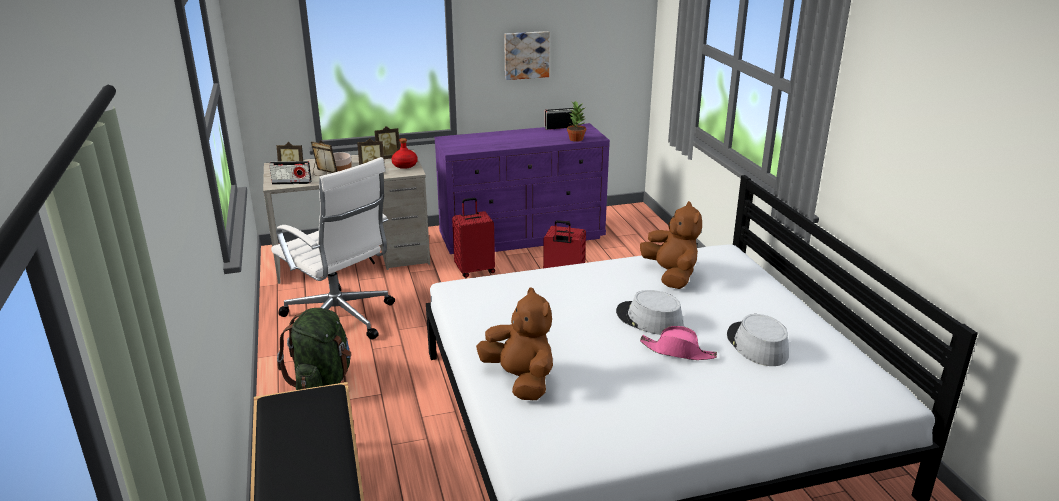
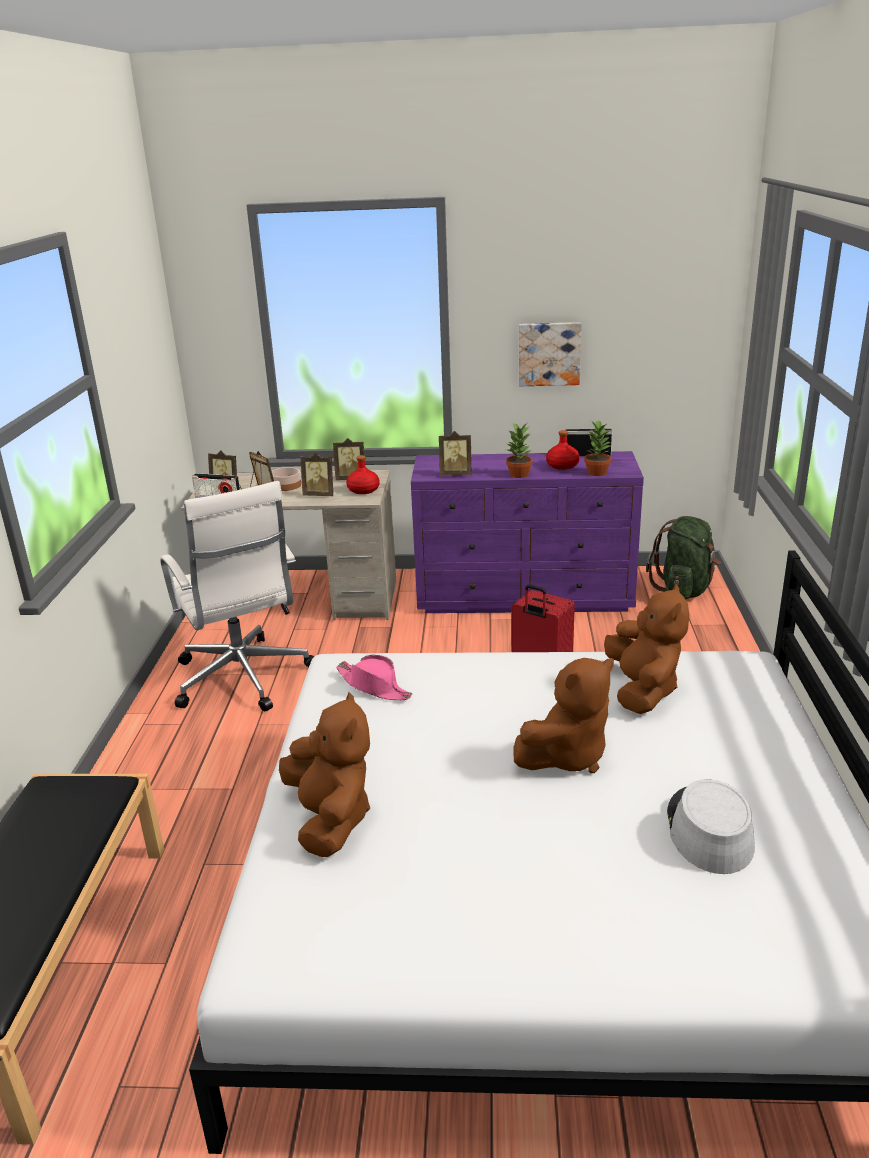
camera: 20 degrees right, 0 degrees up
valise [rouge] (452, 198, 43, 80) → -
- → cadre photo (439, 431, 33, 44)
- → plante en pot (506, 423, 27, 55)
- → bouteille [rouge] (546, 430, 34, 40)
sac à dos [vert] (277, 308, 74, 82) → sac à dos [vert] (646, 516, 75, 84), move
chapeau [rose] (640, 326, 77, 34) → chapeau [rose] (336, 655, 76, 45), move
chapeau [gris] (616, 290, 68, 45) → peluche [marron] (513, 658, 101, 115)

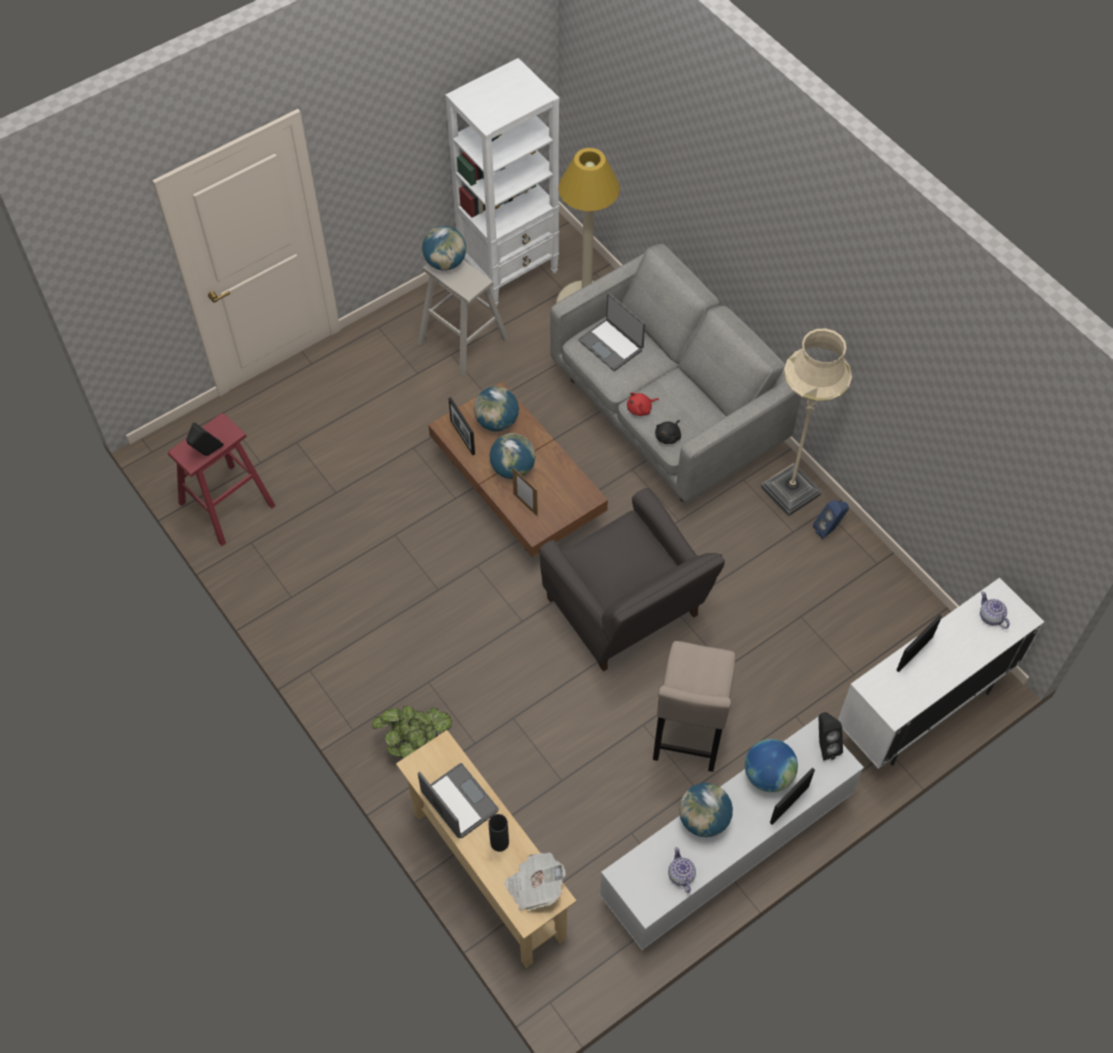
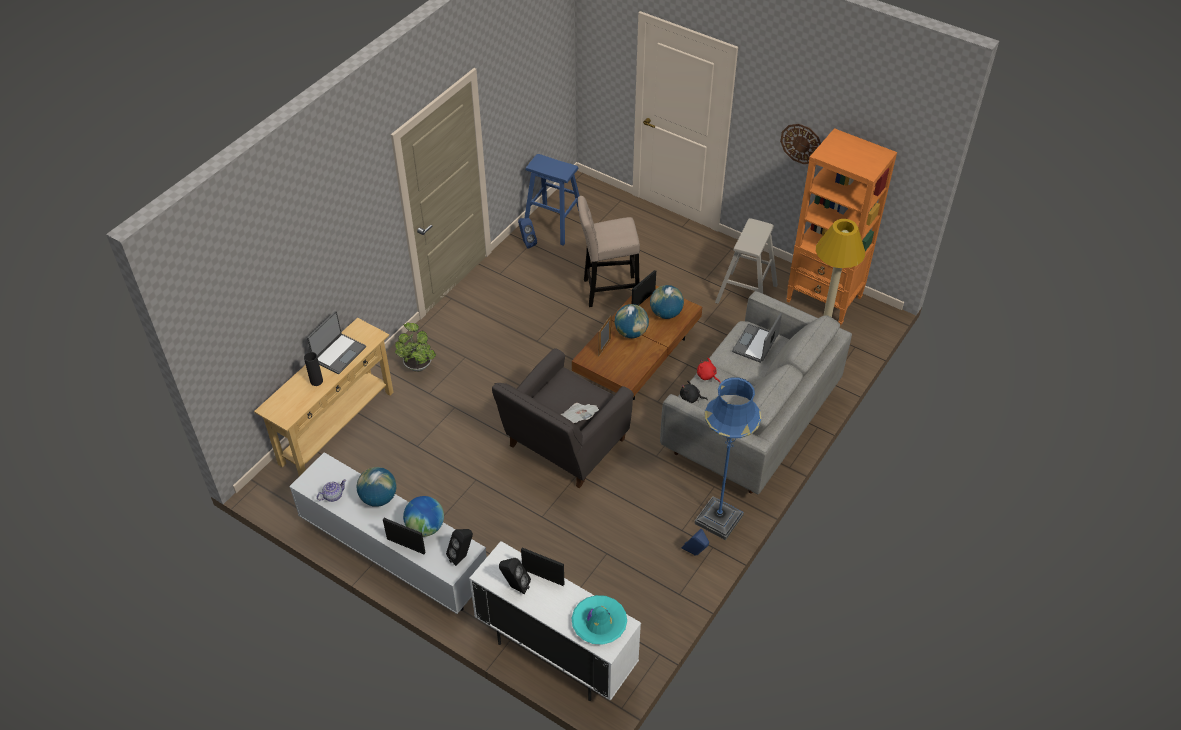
camera: 70 degrees right, 10 degrees down
globe (422, 226, 44, 44) → -
- → enceinte [bleu] (518, 218, 19, 31)
- → horloge murale (780, 124, 41, 40)
enceinte [noir] (186, 423, 38, 33) → enceinte [noir] (499, 558, 32, 36), move
journal (504, 853, 62, 58) → journal (561, 403, 38, 20), move
tabouret [beige] (653, 641, 82, 131) → tabouret [beige] (578, 196, 62, 111), move
théière (980, 592, 30, 37) → chapeau [turquoise] (572, 595, 55, 50)
tabouret [rouge] (168, 413, 108, 133) → tabouret [bleu] (525, 154, 54, 92)
bibliothèque [blanc] (445, 58, 114, 248) → bibliothèque [orange] (786, 128, 111, 197)
lampadaire [beige] (761, 328, 91, 189) → lampadaire [bleu] (694, 377, 67, 163)

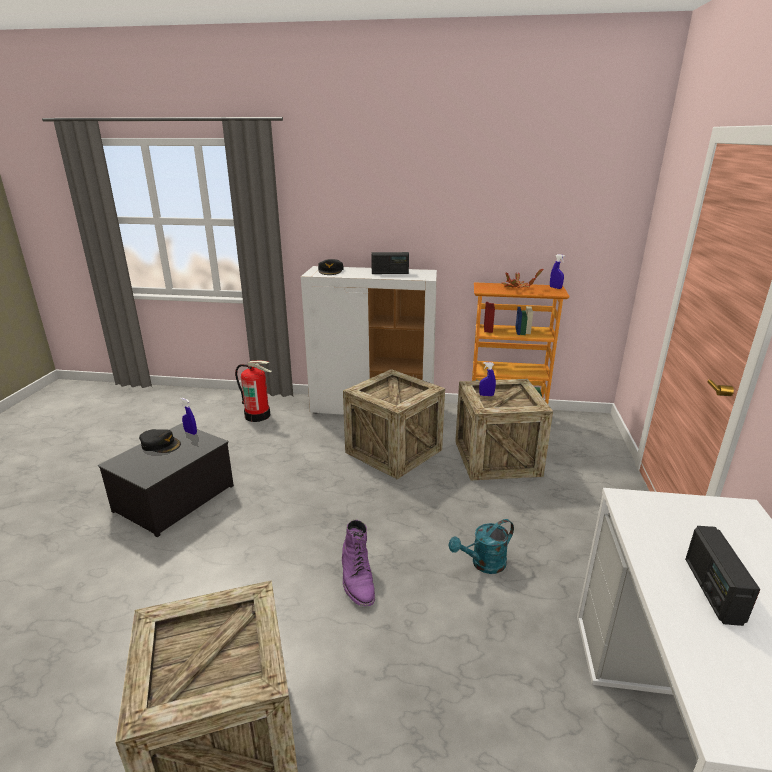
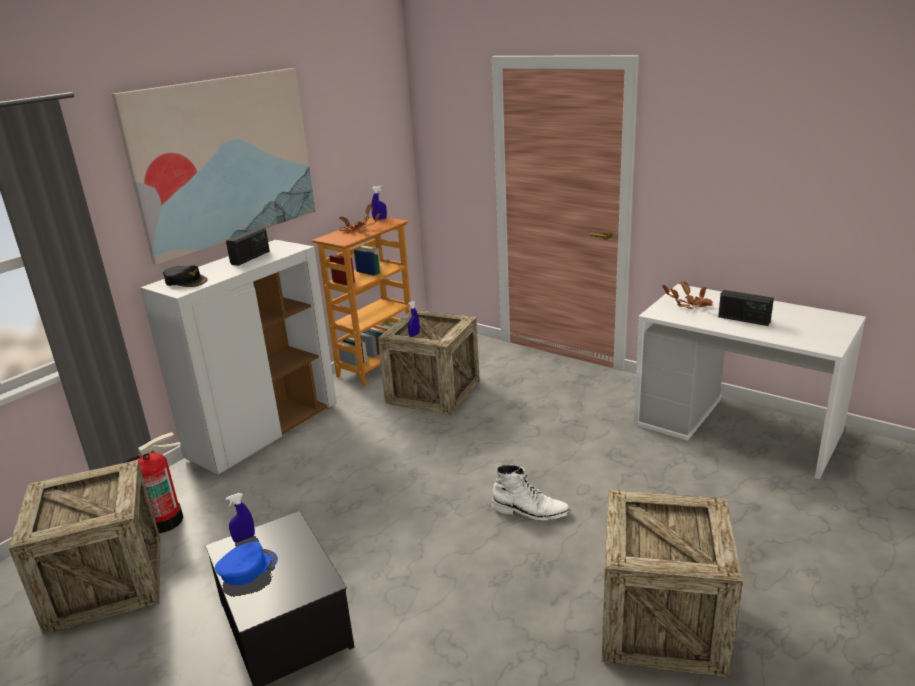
camera: 60 degrees left, 0 degrees up
arrosoir [turquoise] (448, 519, 66, 55) → -
- → tableau (112, 68, 203, 197)
- → plante en pot (662, 282, 51, 27)
caisse (343, 369, 102, 111) → caisse (9, 460, 151, 175), move
casquette [noir] (139, 429, 42, 24) → casquette [bleu] (215, 541, 63, 44)
botte [violet] (342, 520, 33, 86) → botte [blanc] (492, 465, 79, 55)

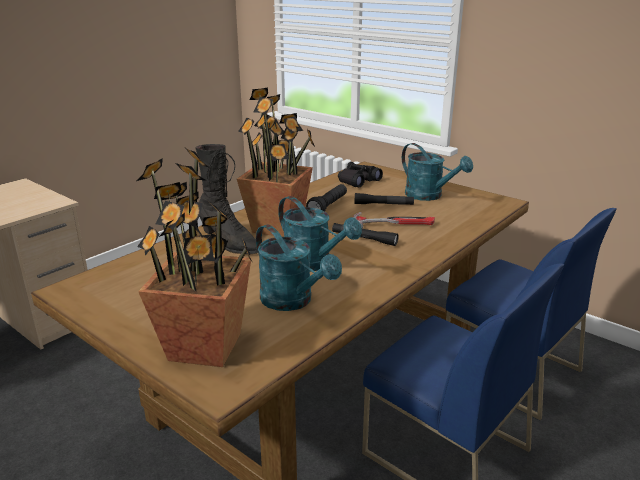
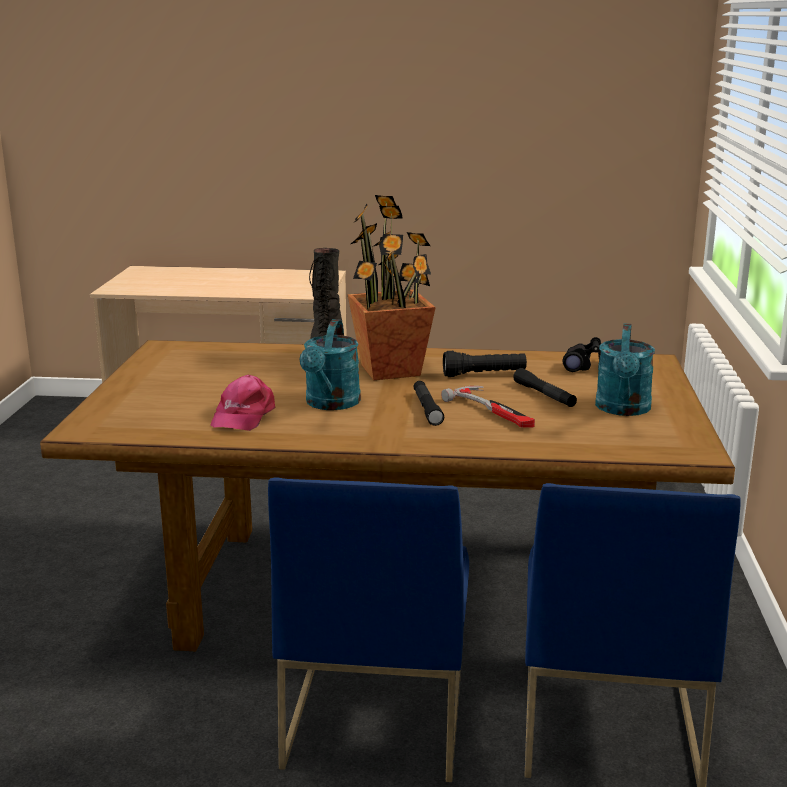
camera: 55 degrees right, 5 degrees down
plante en pot (137, 148, 115, 219) → -
arrosoir [turquoise] (256, 224, 86, 87) → casquette [rose] (210, 375, 65, 56)

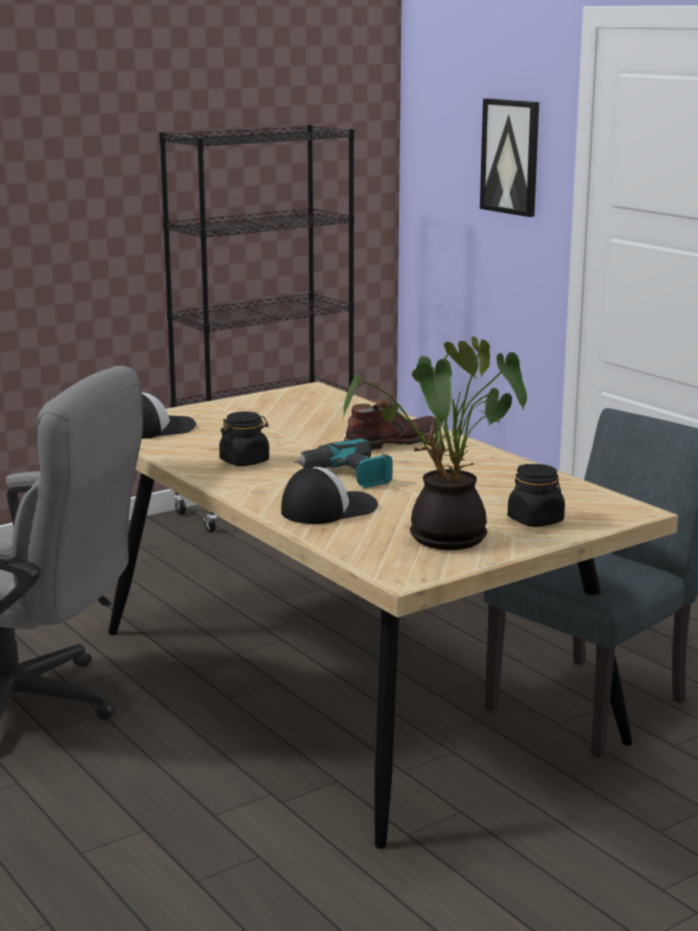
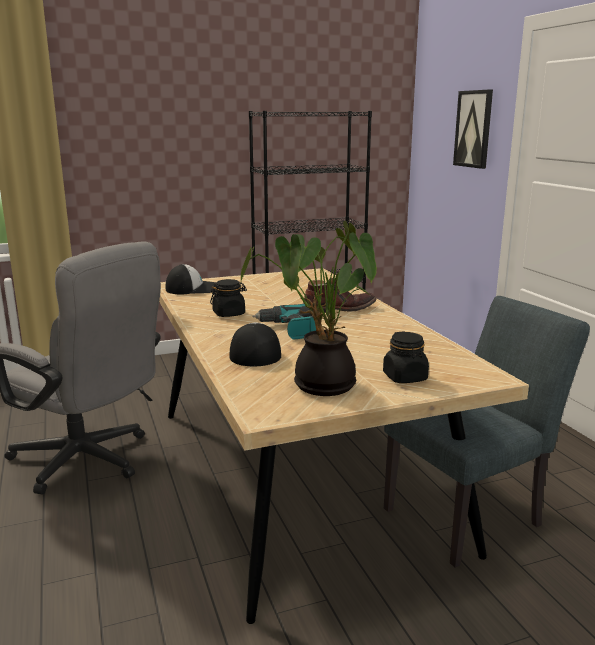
camera: 15 degrees right, 0 degrees up
casquette (281, 467, 97, 57) → casquette (230, 323, 51, 43), 75 degrees counterclockwise

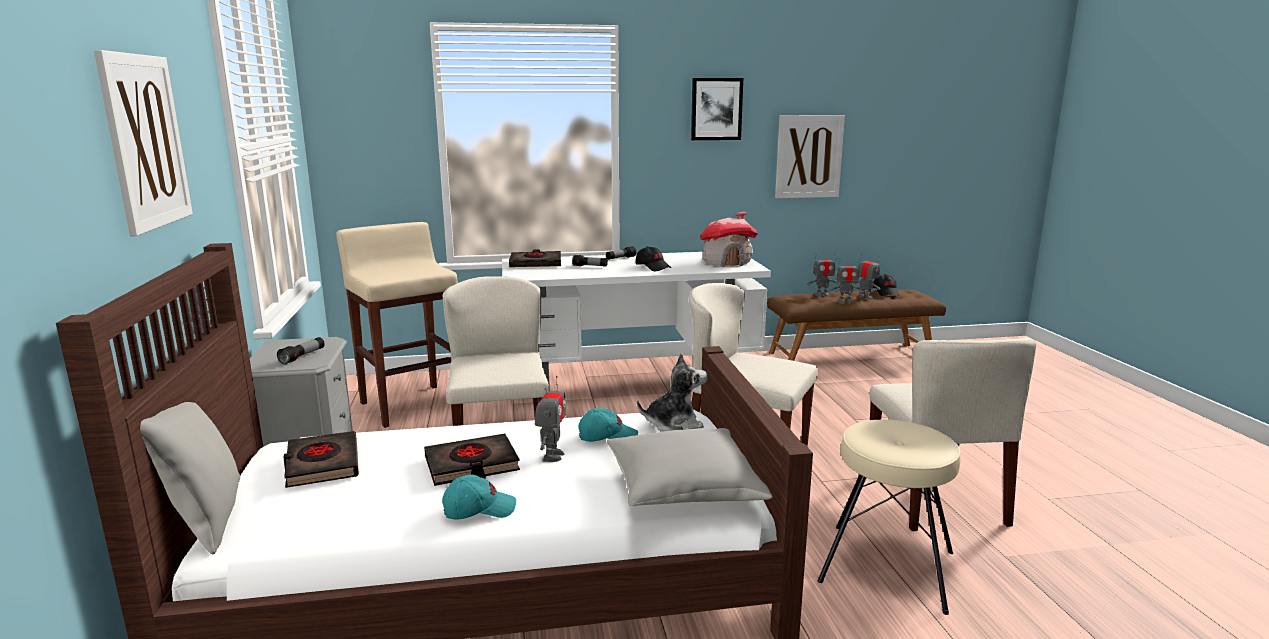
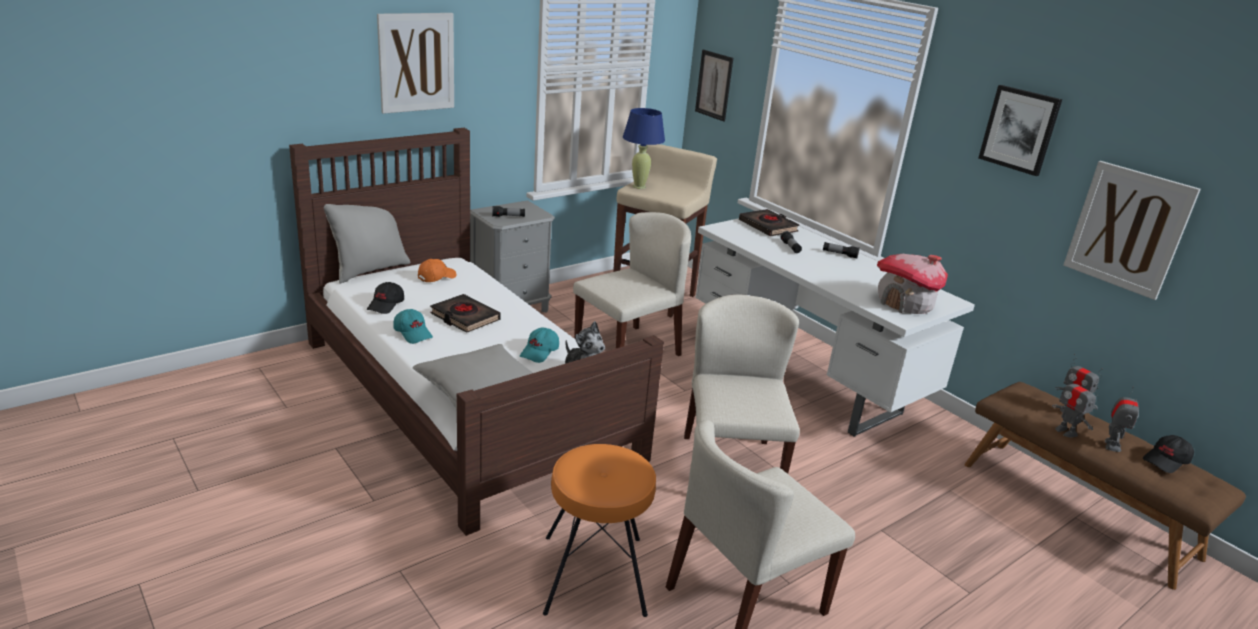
camera: 60 degrees right, 10 degrees up
robot jouet (535, 376, 31, 86) → -
- → lampe de table [bleu] (623, 108, 42, 81)
- → tableau (695, 50, 38, 72)
casquette [noir] (635, 246, 36, 25) → casquette [noir] (367, 282, 37, 32), move
livre [noir] (283, 431, 76, 57) → casquette [orange] (418, 259, 38, 23)
tabouret [beige] (818, 420, 143, 195) → tabouret [orange] (543, 444, 113, 173)
casquette [turquoise] (579, 408, 59, 34) → casquette [turquoise] (520, 328, 39, 35), 60 degrees clockwise

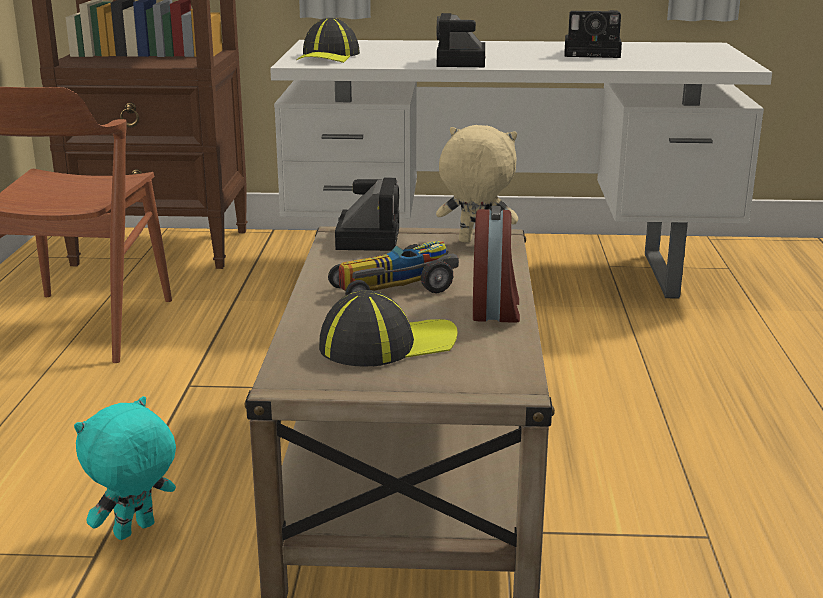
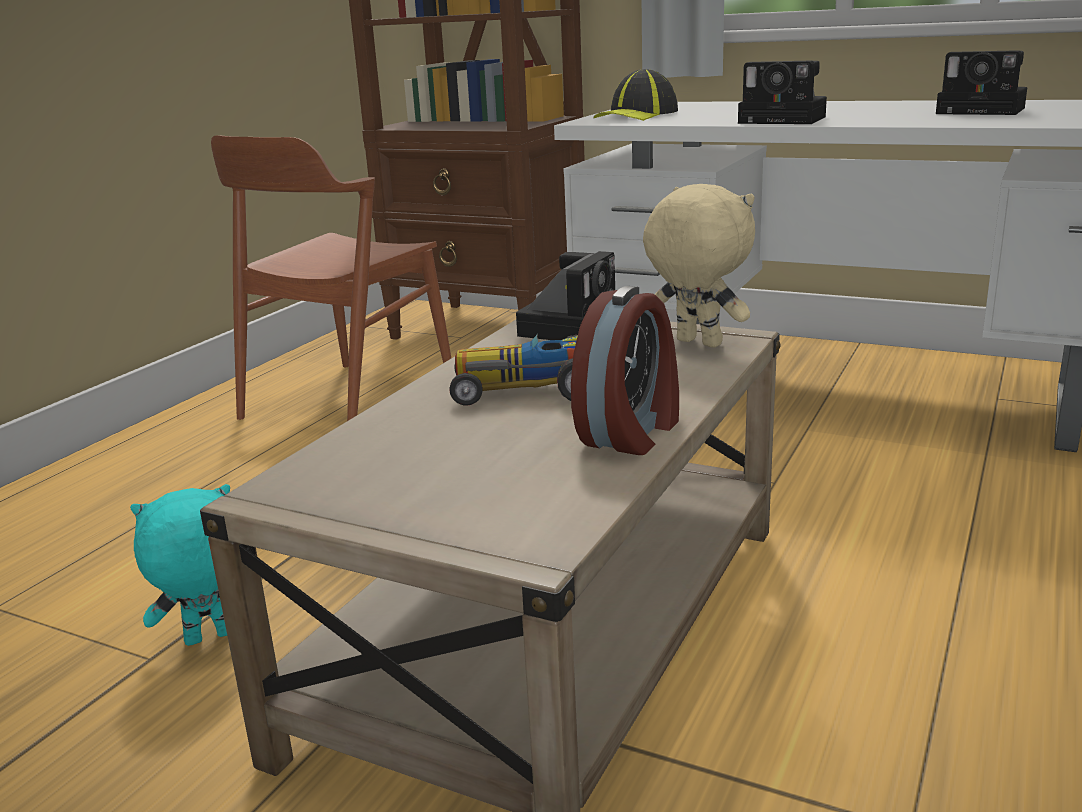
camera: 25 degrees right, 0 degrees up
casquette (319, 290, 139, 77) → -
appareil photo (437, 13, 49, 54) → appareil photo (738, 60, 89, 64), 90 degrees counterclockwise

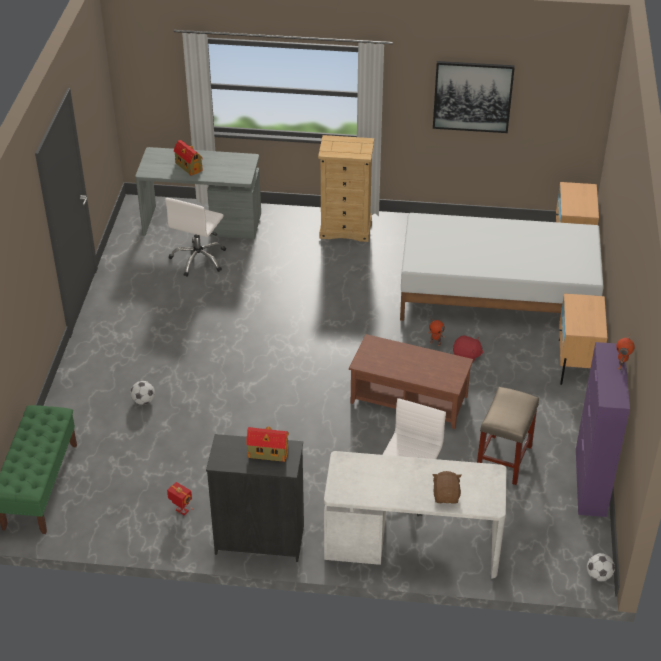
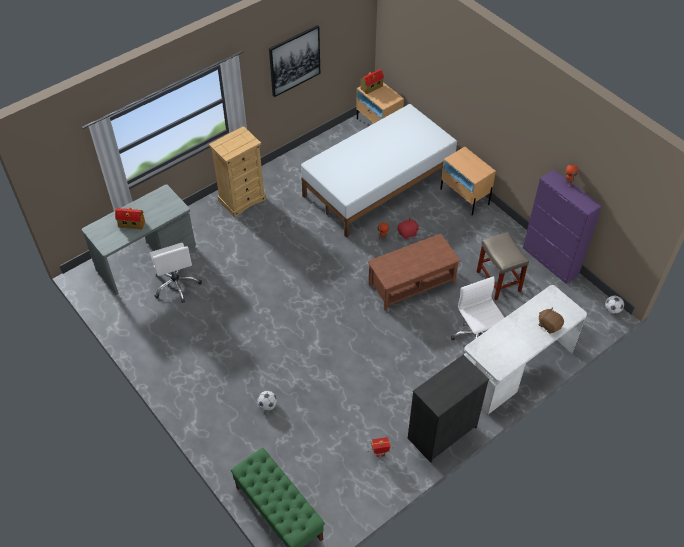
camera: 45 degrees left, 10 degrees up
maison miniature (246, 426, 43, 36) → maison miniature (360, 69, 24, 25), move

